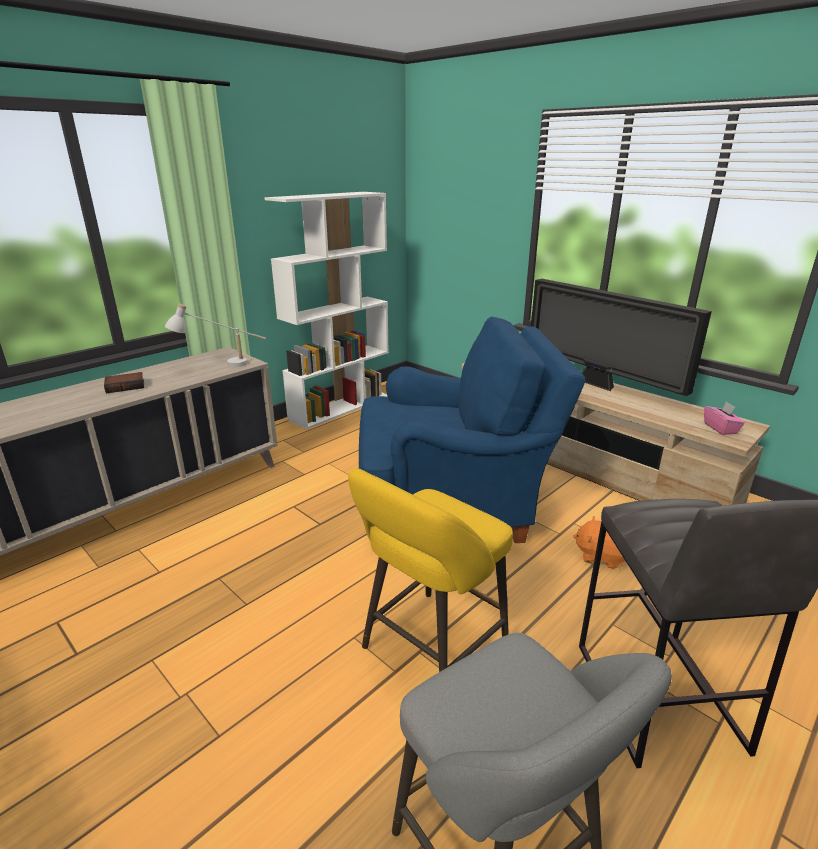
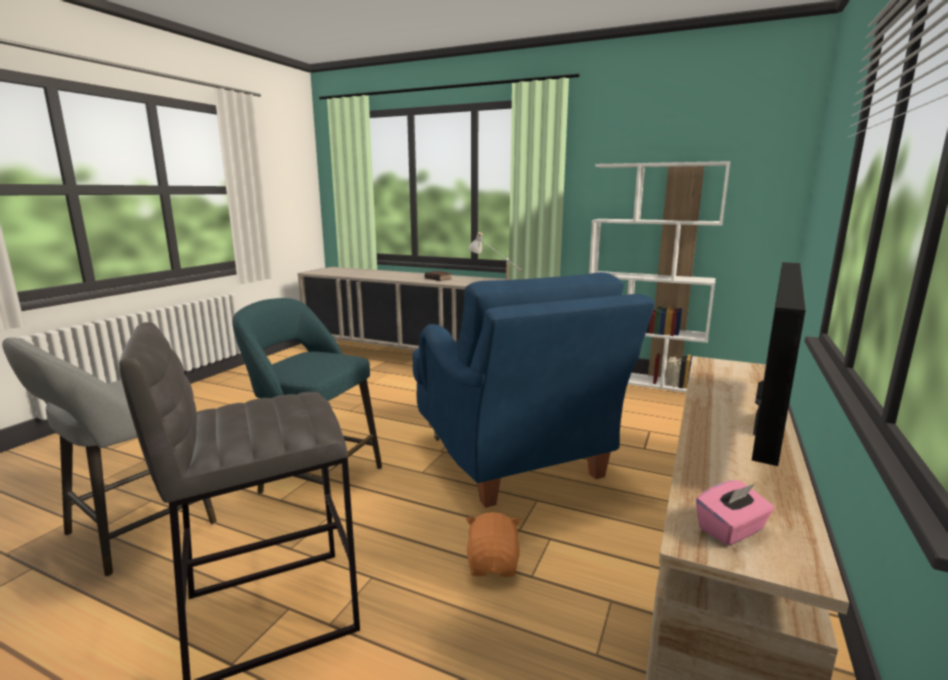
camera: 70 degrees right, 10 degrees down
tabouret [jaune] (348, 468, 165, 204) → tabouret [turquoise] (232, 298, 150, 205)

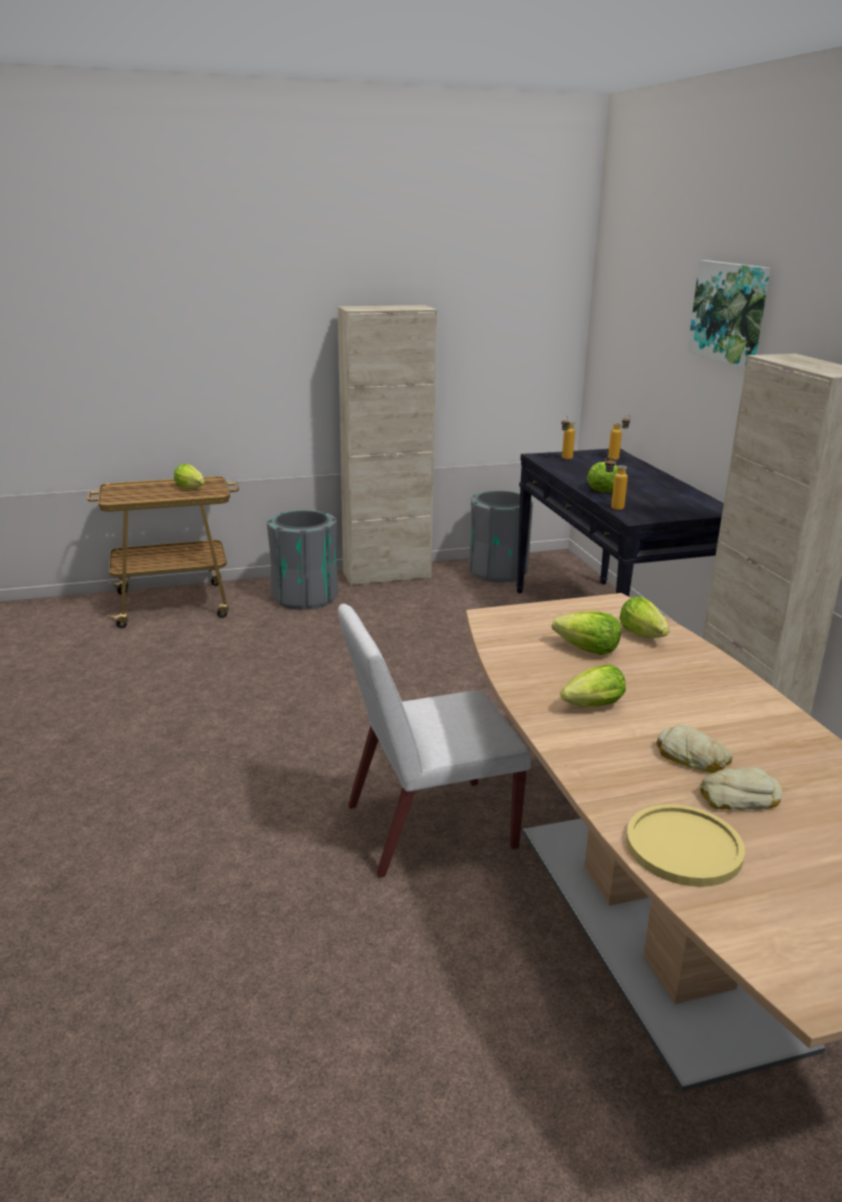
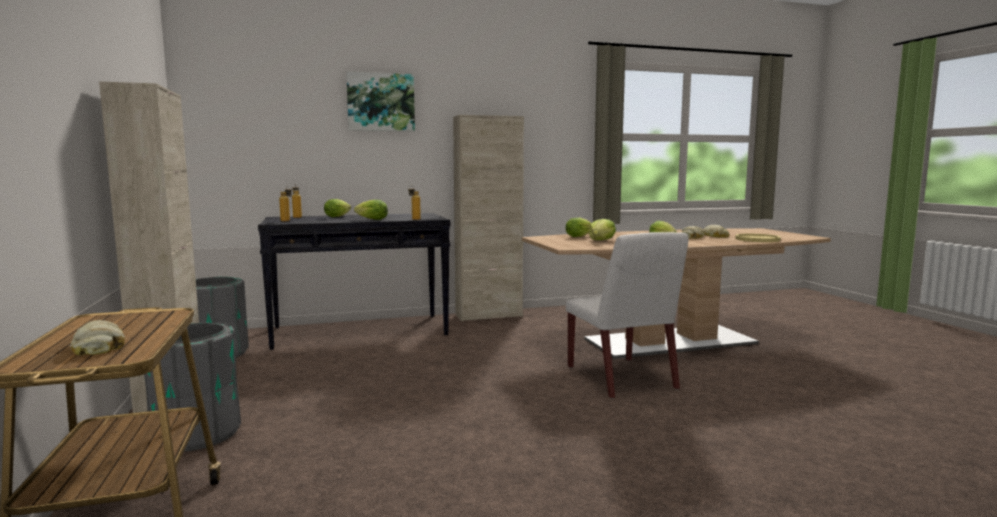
camera: 90 degrees left, 15 degrees down
- → pain (70, 320, 55, 35)
laitue (174, 464, 31, 25) → laitue (324, 199, 27, 18), move

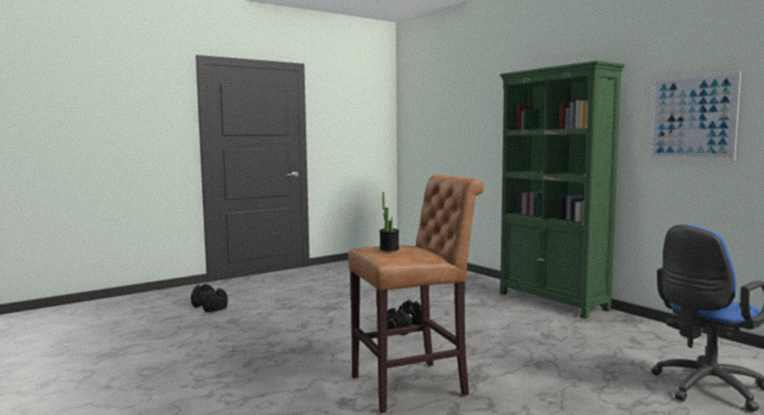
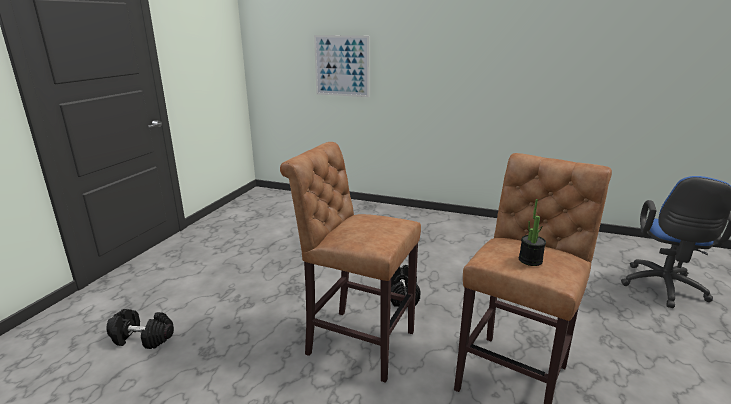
camera: 35 degrees left, 15 degrees up
bibliothèque [vert] (500, 60, 125, 259) → -
- → tabouret [marron] (280, 142, 141, 241)
tableau (650, 71, 91, 89) → tableau (314, 35, 55, 62), move

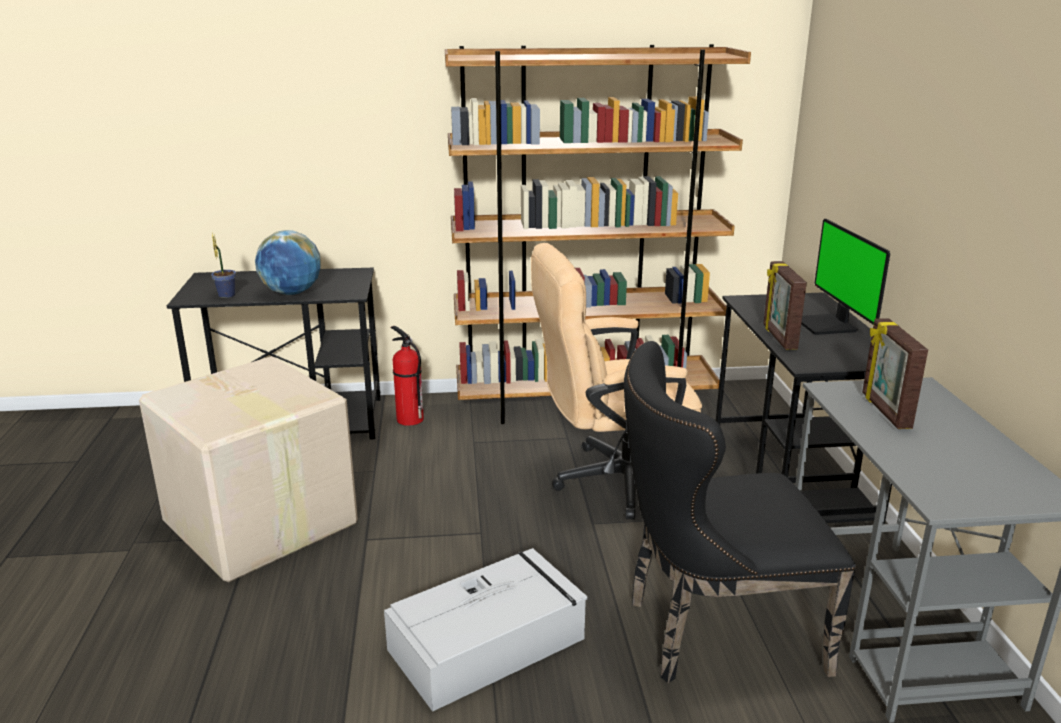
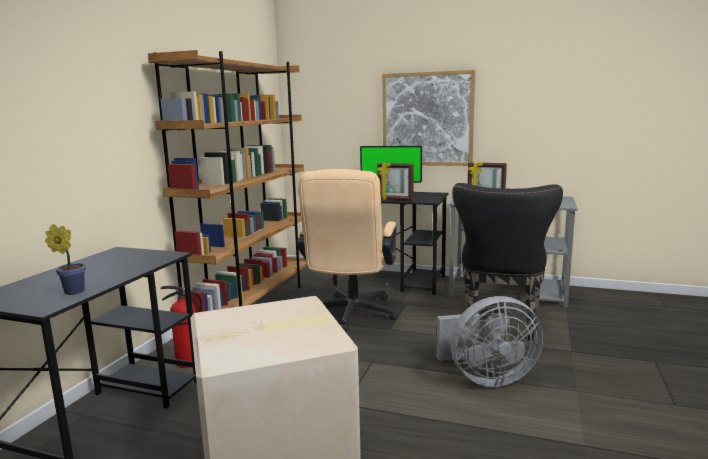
camera: 65 degrees left, 10 degrees down
globe (255, 230, 66, 65) → -
- → tableau (382, 70, 93, 96)
boîte de rangement [gris] (384, 548, 203, 164) → ventilateur [gris] (437, 296, 106, 91)

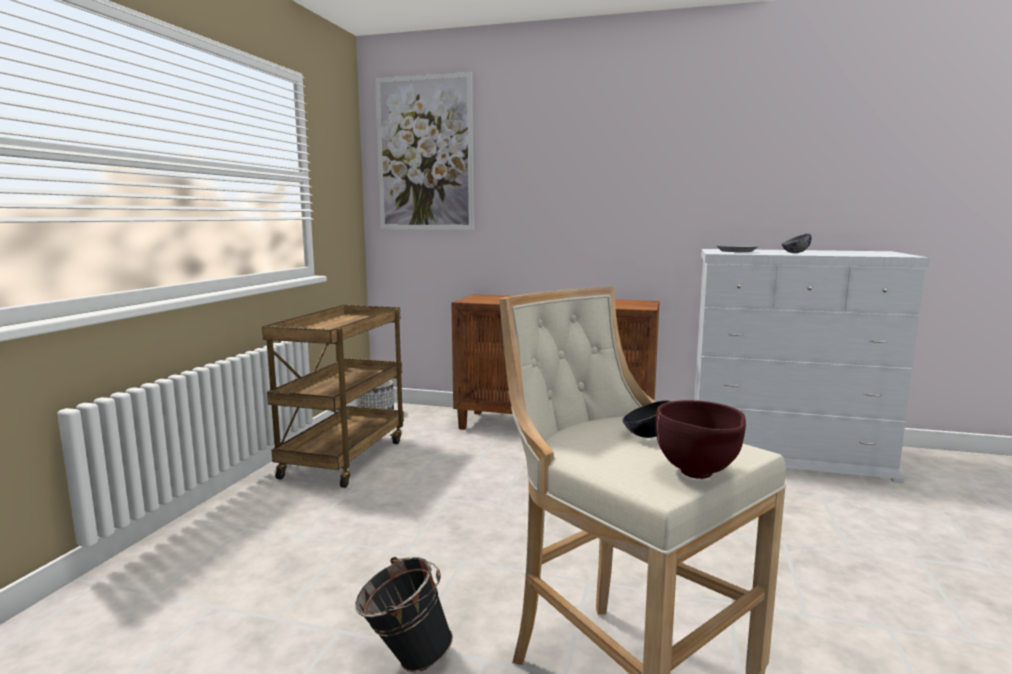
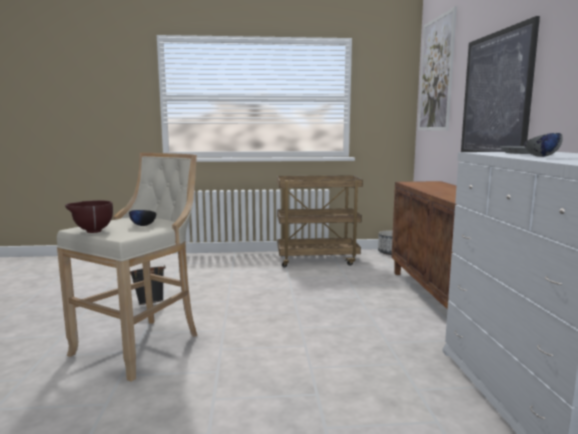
camera: 70 degrees right, 0 degrees up
- → tableau (461, 16, 79, 136)

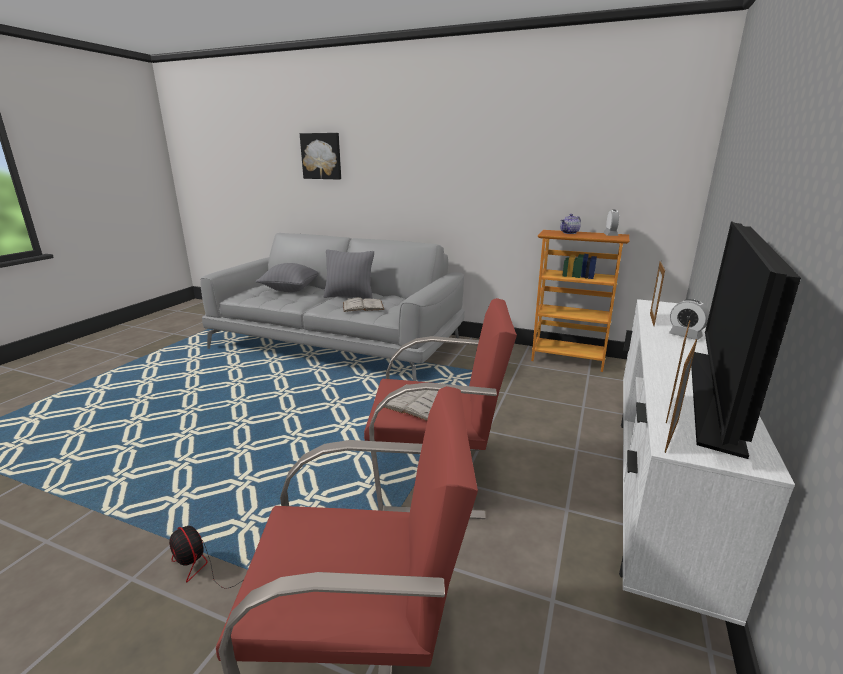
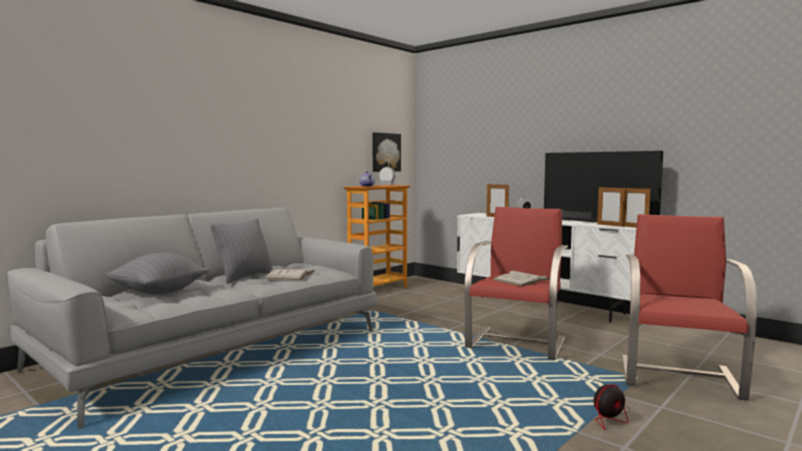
camera: 70 degrees left, 15 degrees down
tableau (300, 133, 41, 47) → tableau (372, 132, 29, 40), move

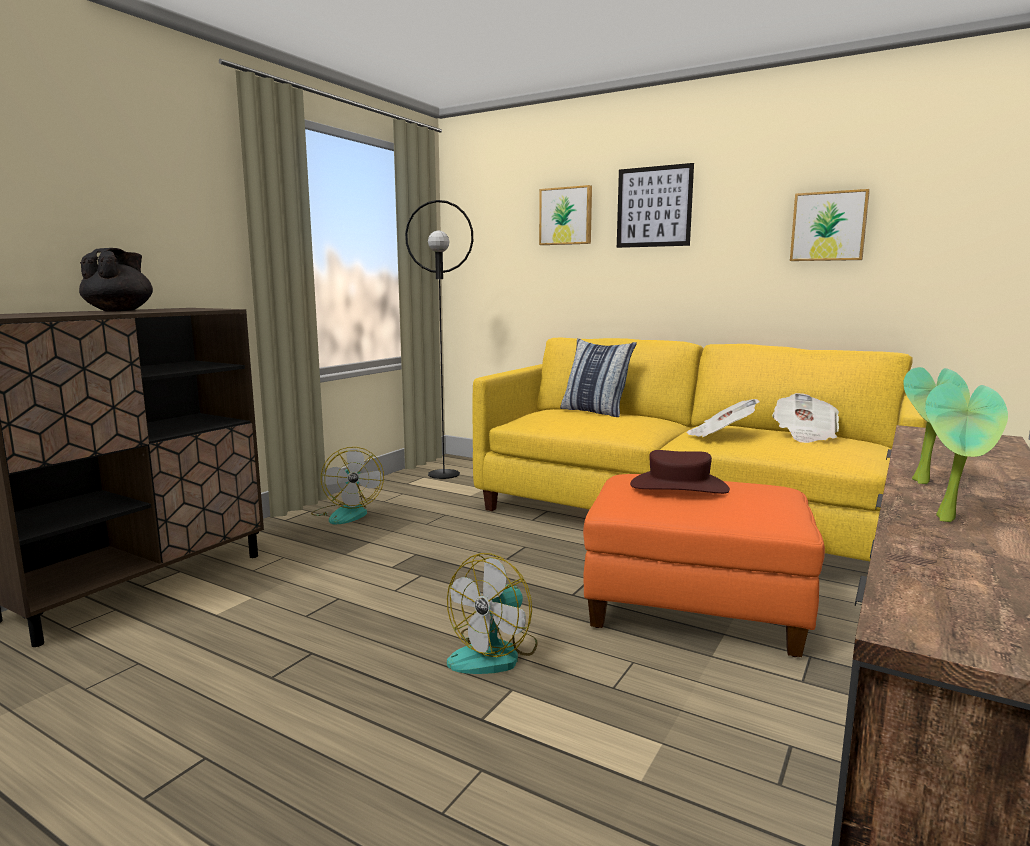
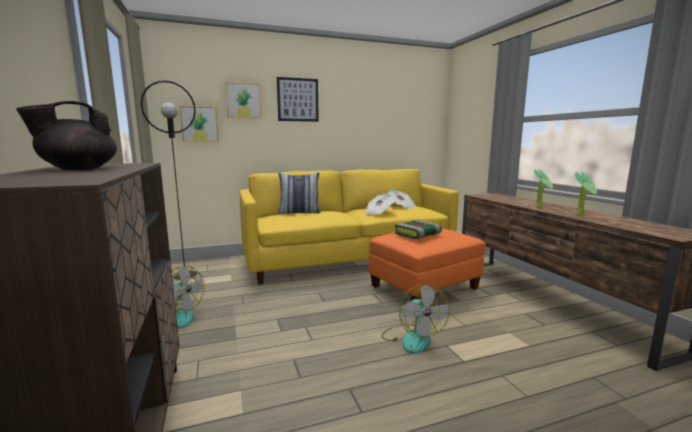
camera: 50 degrees left, 0 degrees up
tableau (790, 189, 80, 72) → tableau (179, 106, 40, 36), move
chapeau [marron] (630, 450, 100, 44) → livre (395, 220, 47, 19)
théière [noir] (79, 248, 74, 64) → théière [noir] (16, 101, 101, 69), 90 degrees counterclockwise

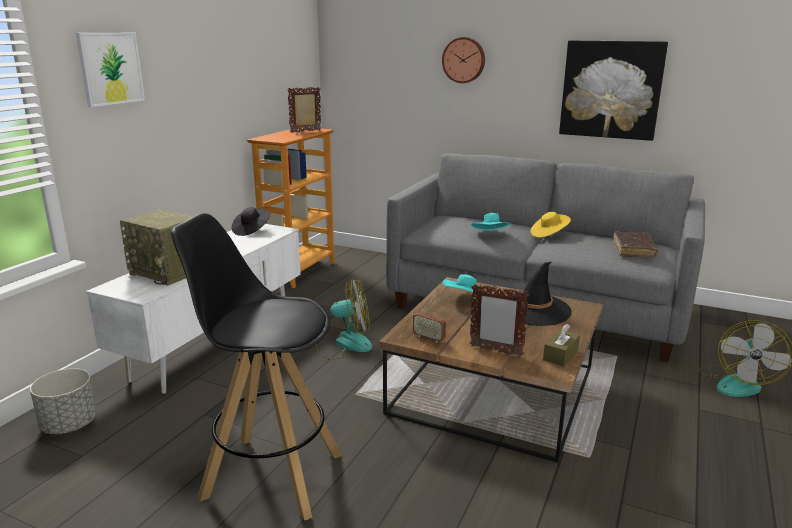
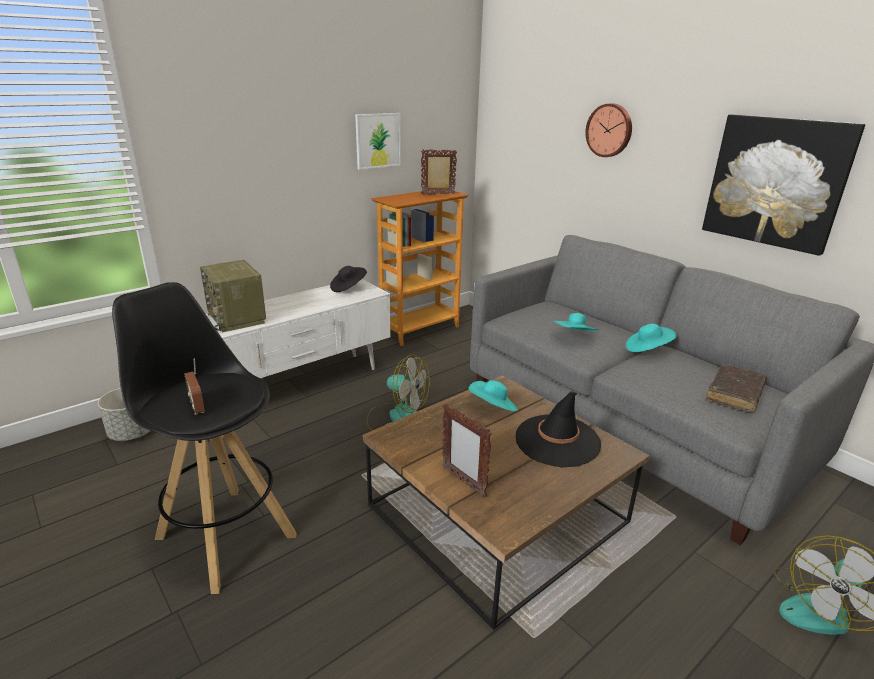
camera: 25 degrees right, 5 degrees up
boîte à mouchoirs [marron] (543, 324, 37, 42) → -
tableau (76, 33, 69, 74) → tableau (355, 113, 46, 57), move
radio (413, 299, 33, 44) → radio (184, 358, 21, 57), move
chapeau [jaune] (531, 212, 40, 26) → chapeau [turquoise] (626, 324, 50, 28)

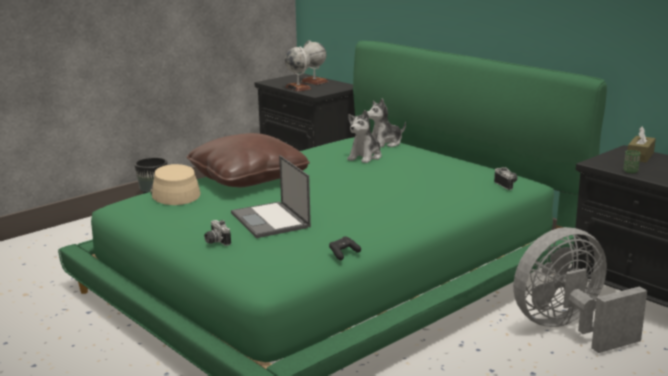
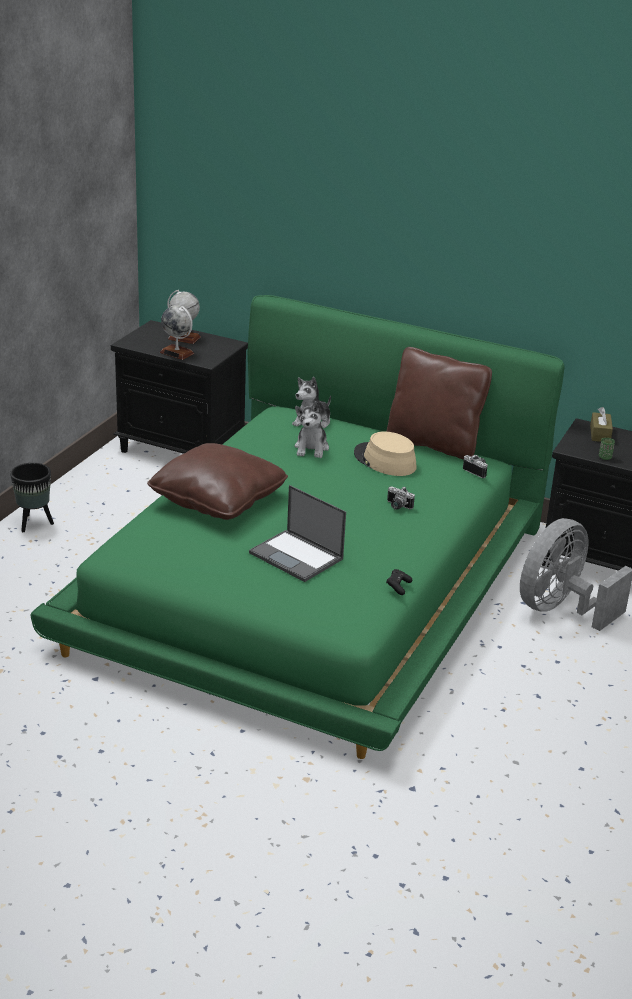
camera: 25 degrees left, 10 degrees up
- → coussin [marron] (386, 347, 106, 113)
chapeau [beige] (150, 164, 50, 41) → chapeau [beige] (354, 432, 63, 44), move
appareil photo (204, 220, 27, 26) → appareil photo (387, 486, 28, 24), move

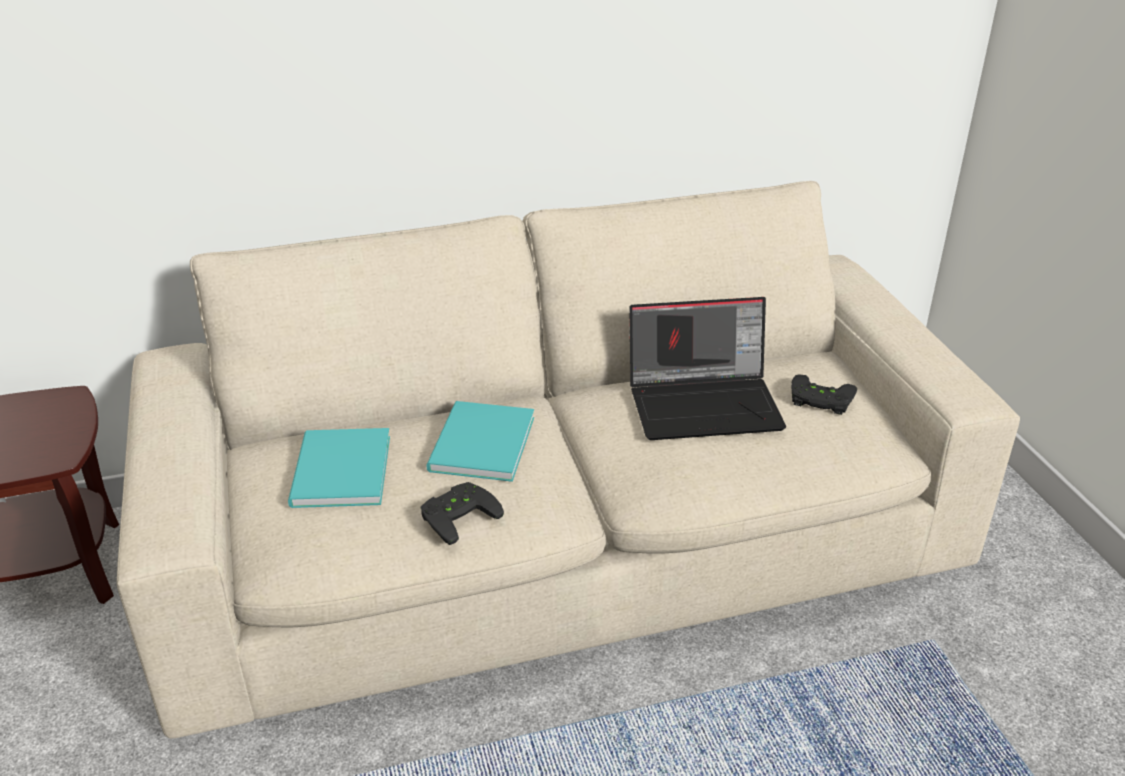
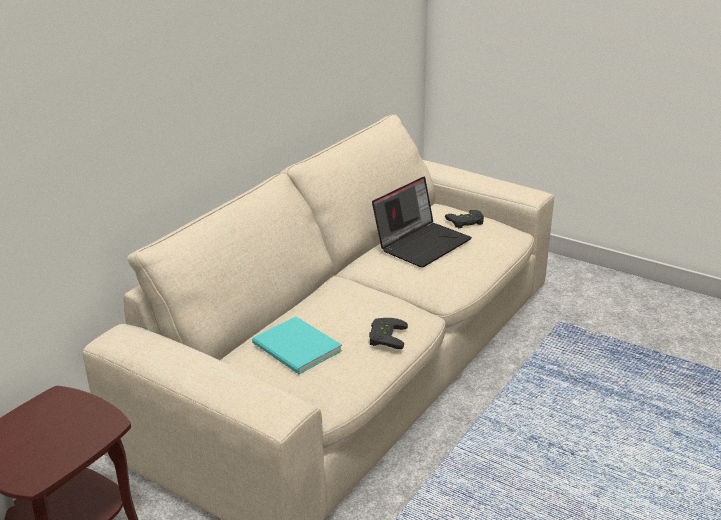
camera: 40 degrees left, 5 degrees down
livre [turquoise] (426, 401, 108, 81) → -

